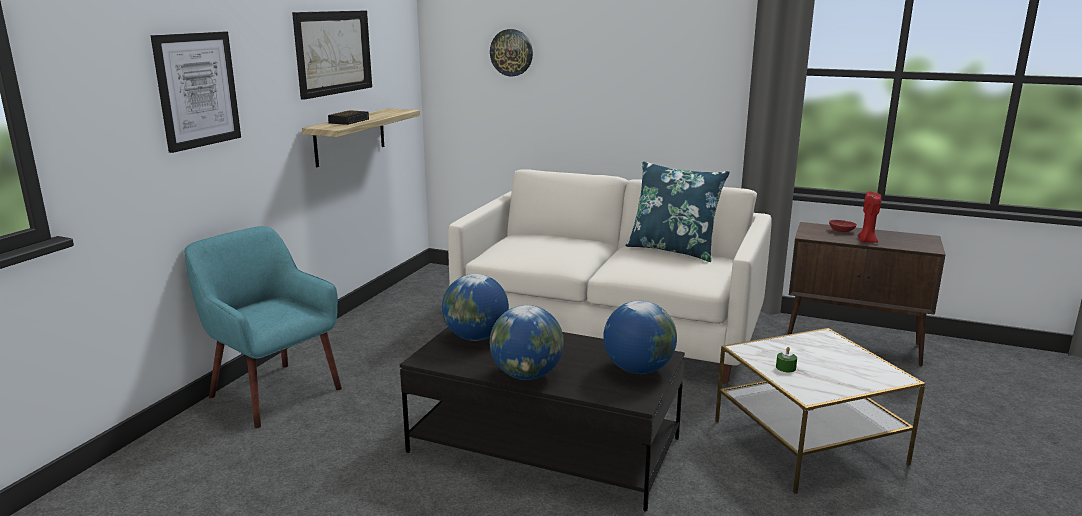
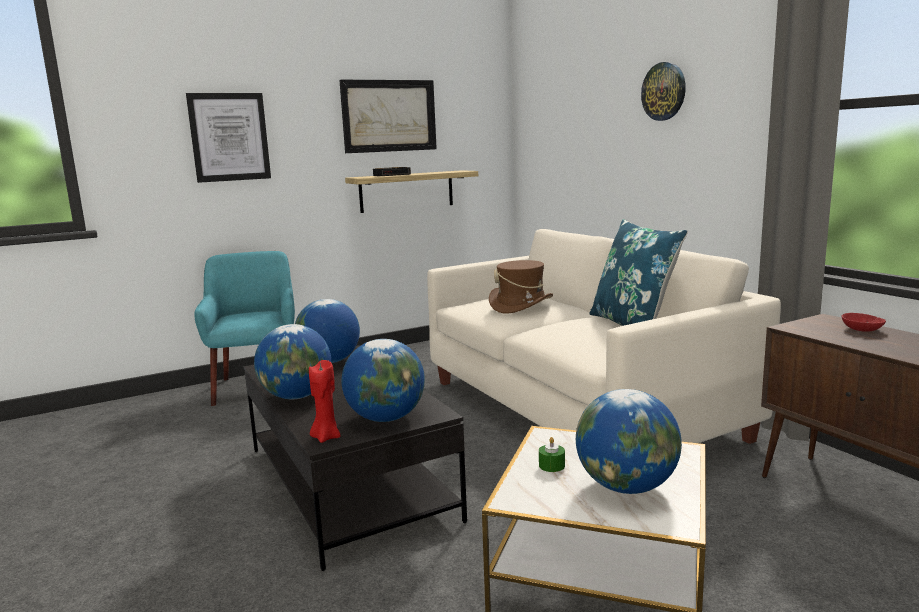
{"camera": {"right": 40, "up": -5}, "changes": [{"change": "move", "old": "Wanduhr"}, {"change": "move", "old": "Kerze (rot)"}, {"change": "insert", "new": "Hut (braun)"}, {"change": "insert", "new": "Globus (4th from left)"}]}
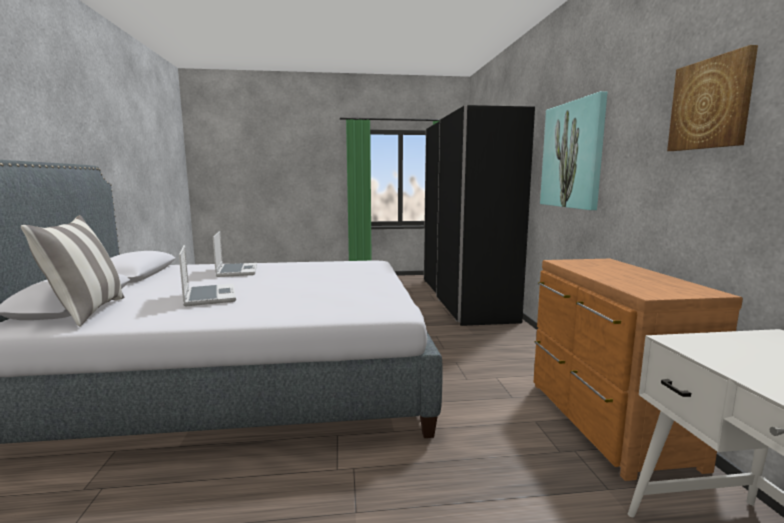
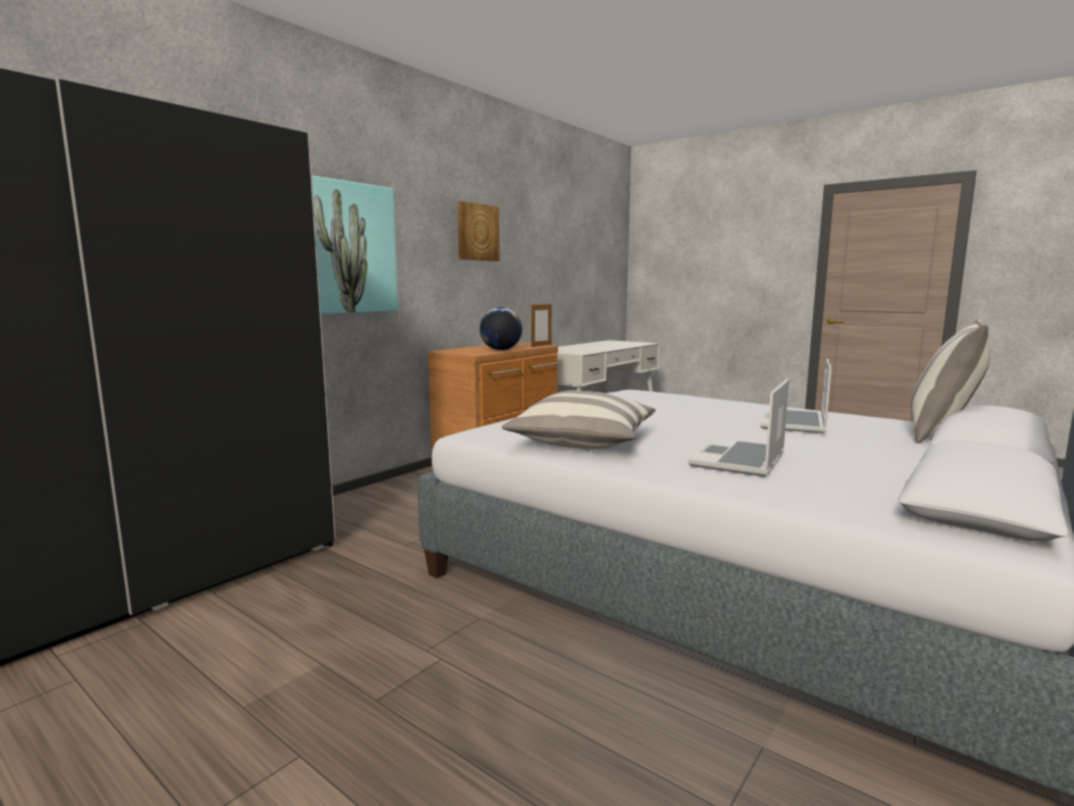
{"camera": {"right": -135, "up": 0}, "changes": [{"change": "insert", "new": "Globus"}, {"change": "insert", "new": "Kissen (1st from left)"}, {"change": "insert", "new": "Bilderrahmen"}]}
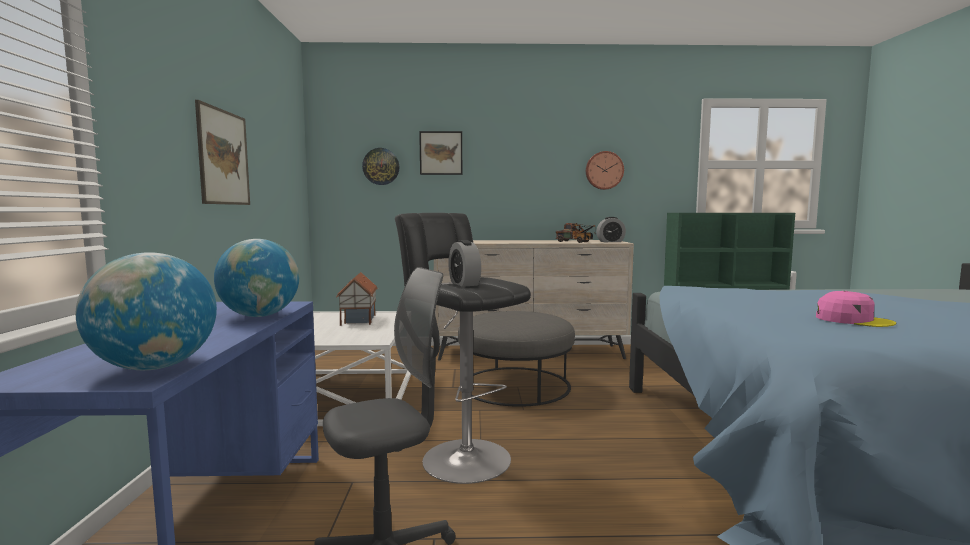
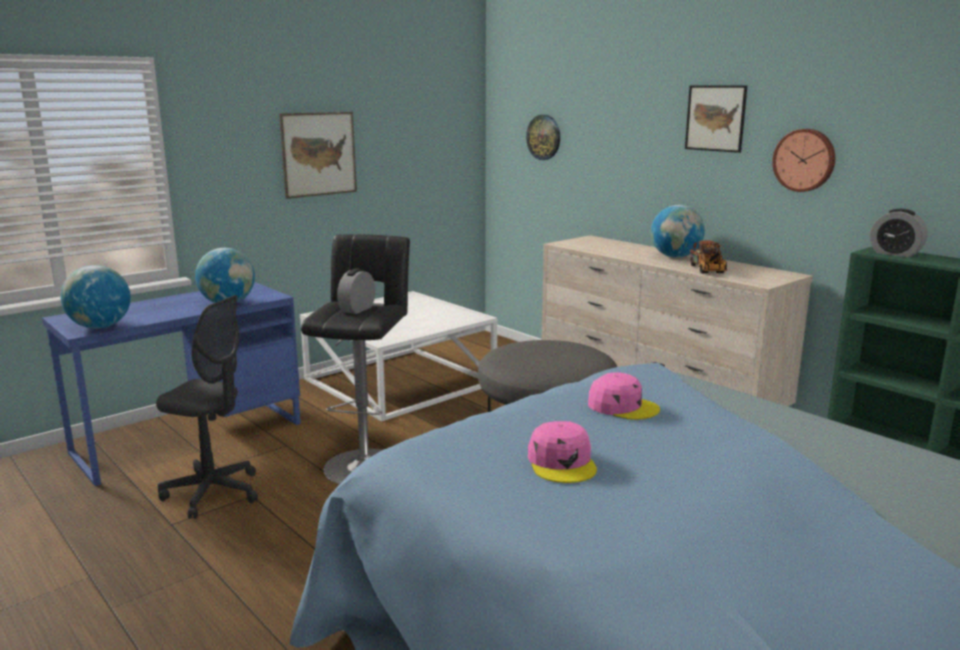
{"camera": {"right": 50, "up": 10}, "changes": [{"change": "delete", "old": "Spielzeughaus"}, {"change": "move", "old": "Bild (2nd from left)"}, {"change": "move", "old": "Wecker (2nd from left)"}, {"change": "insert", "new": "Kappe (rosa) (2nd from left)"}, {"change": "insert", "new": "Globus (3rd from left)"}]}
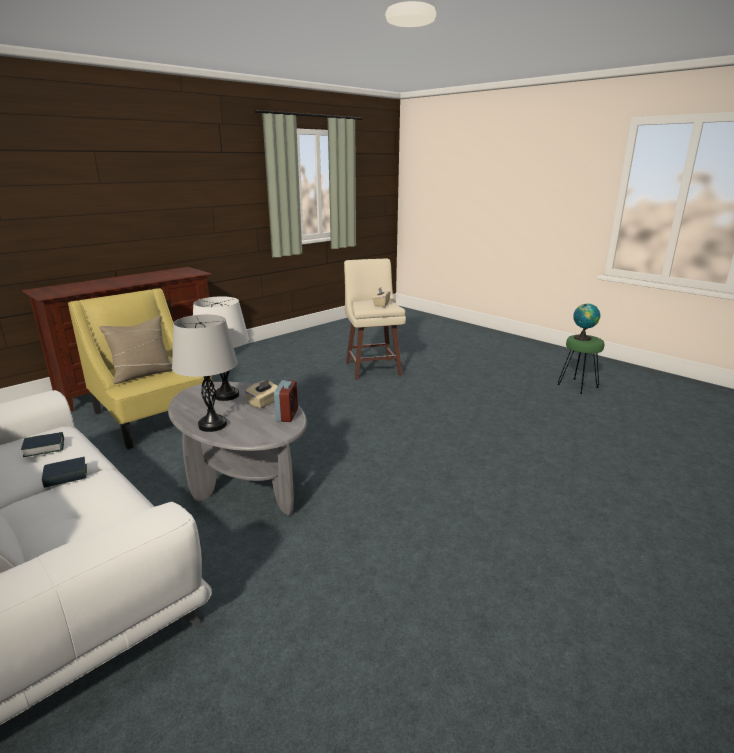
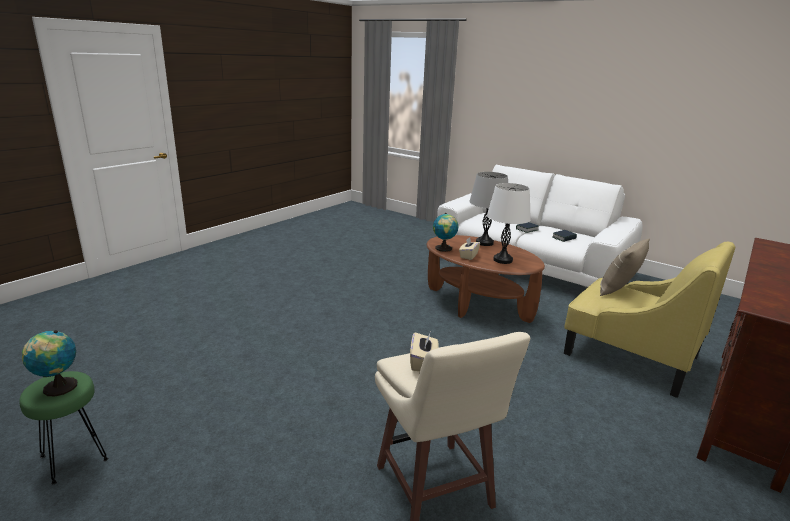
{"camera": {"right": 170, "up": 0}, "changes": [{"change": "recolor", "old": "Couchtisch (grau)", "new": "Couchtisch (braun)"}, {"change": "replace", "old": "Wecker", "new": "Globus (2nd from left)"}]}
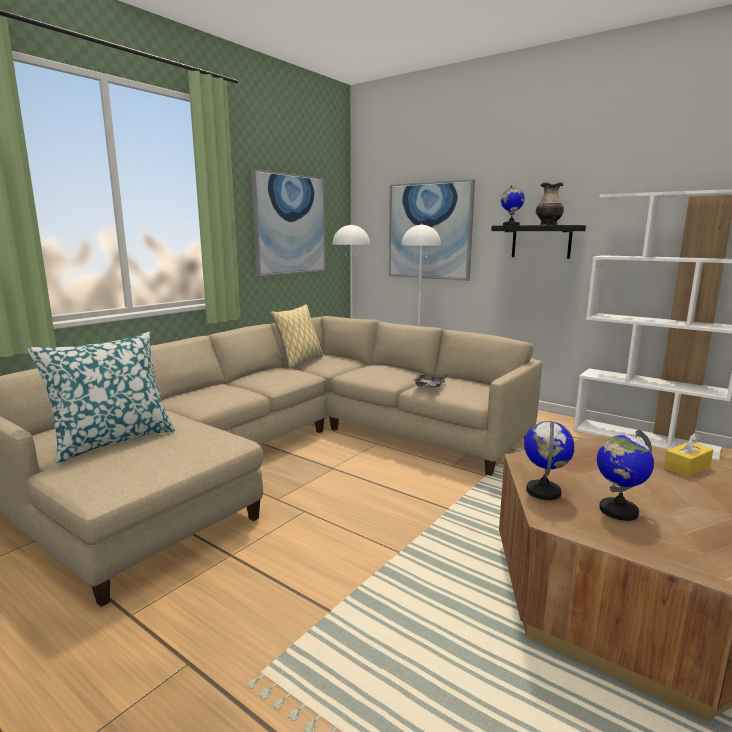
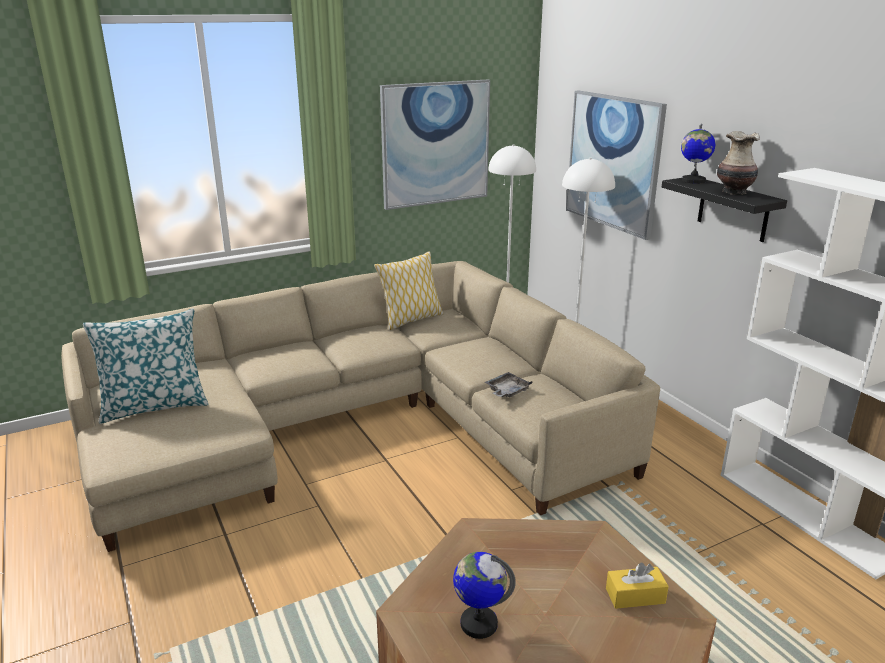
{"camera": {"right": 25, "up": 10}, "changes": [{"change": "delete", "old": "Globus (2nd from left)"}]}
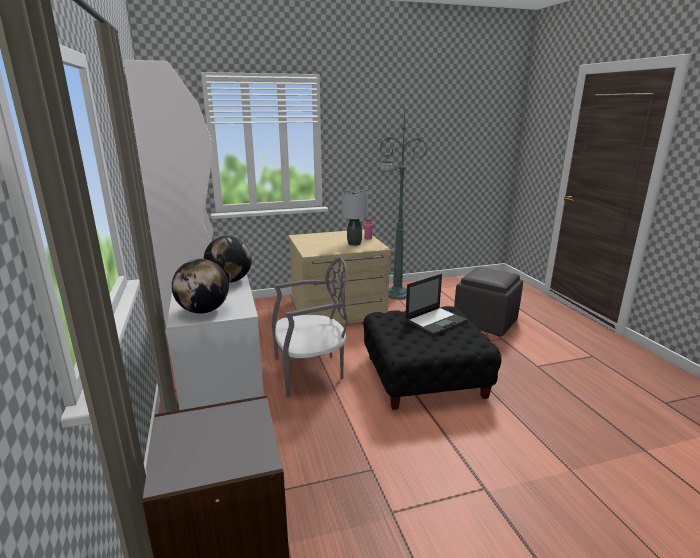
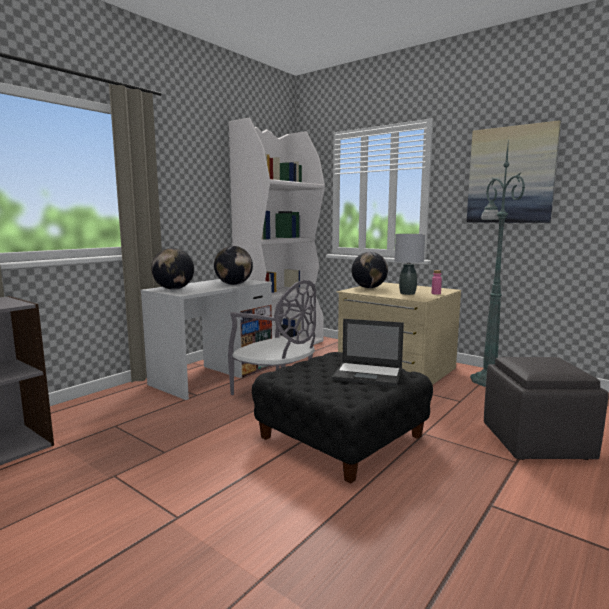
{"camera": {"right": 55, "up": -10}, "changes": [{"change": "insert", "new": "Globus (3rd from left)"}, {"change": "insert", "new": "Bild"}]}
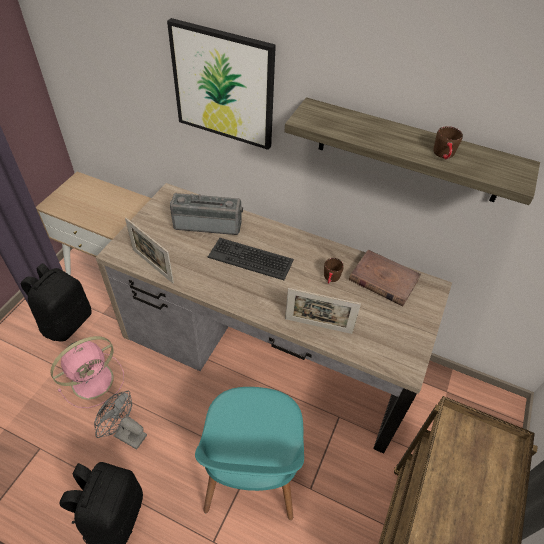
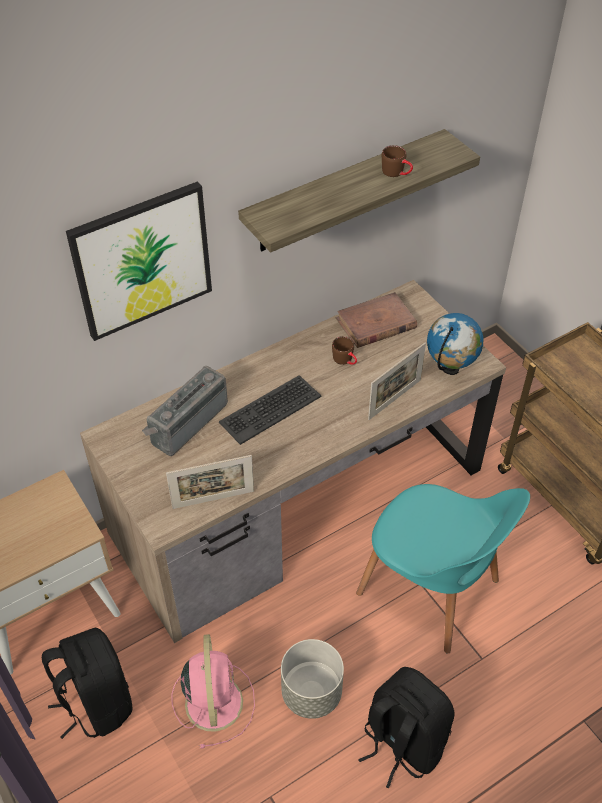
{"camera": {"right": -55, "up": 0}, "changes": [{"change": "replace", "old": "Ventilator (grau)", "new": "Pflanzkübel (grau)"}, {"change": "insert", "new": "Globus"}]}
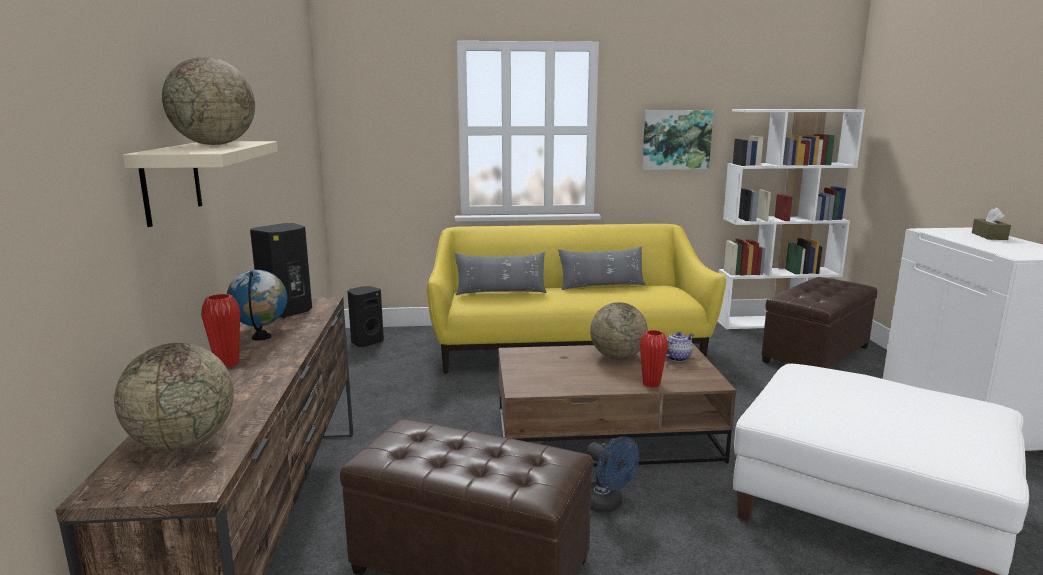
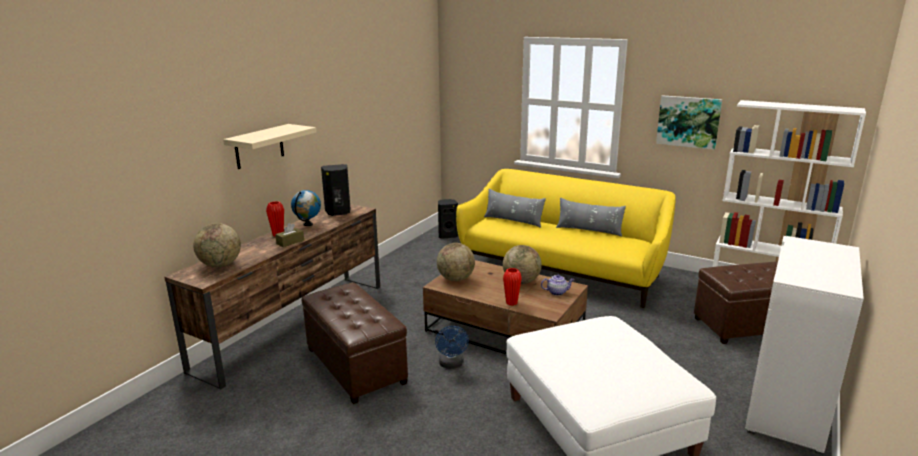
{"camera": {"right": 35, "up": 5}, "changes": [{"change": "move", "old": "Globus (2nd from left in the first image)", "new": "Globus (3rd from left)"}, {"change": "move", "old": "Taschentuchbox (braun)"}]}
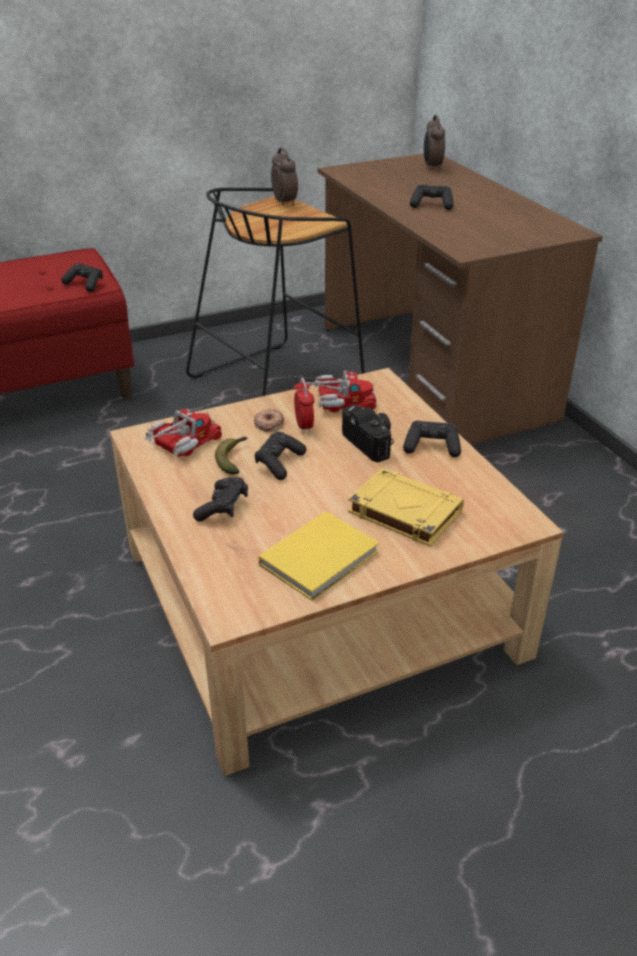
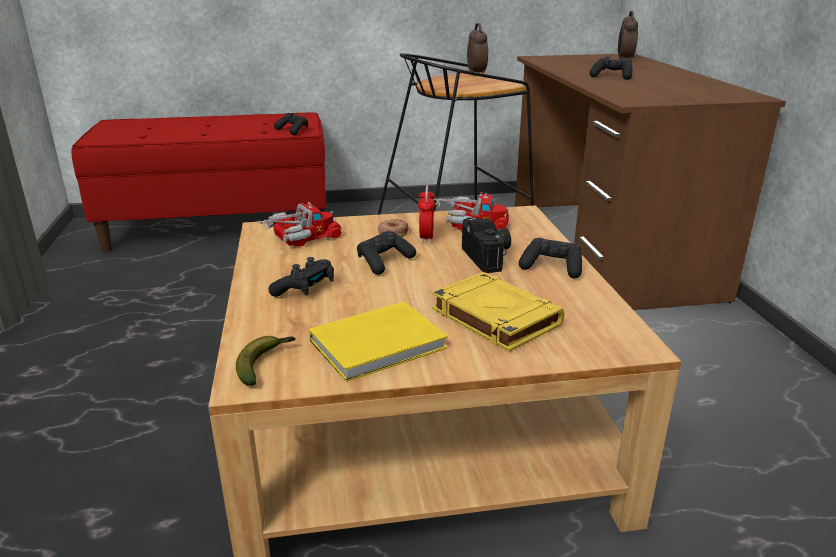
{"camera": {"right": 15, "up": -10}, "changes": [{"change": "move", "old": "Banane"}]}
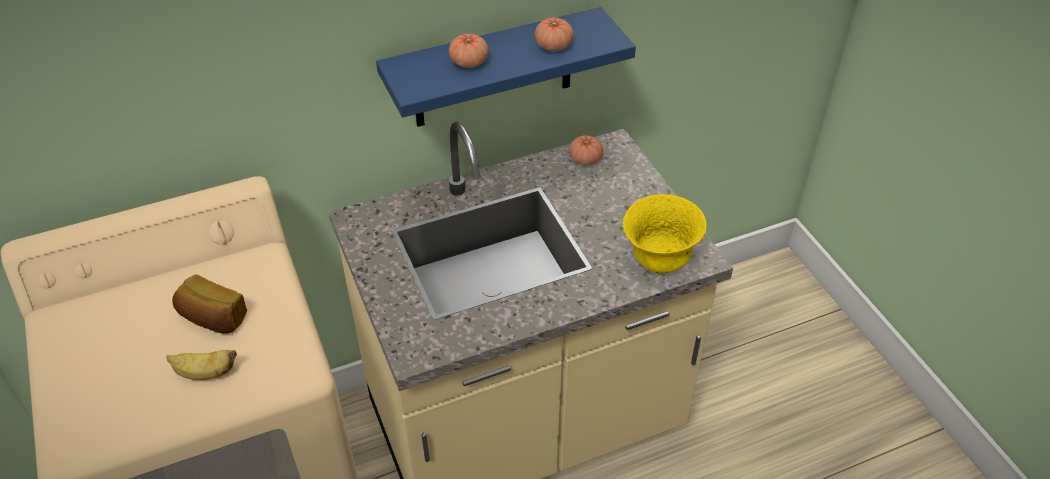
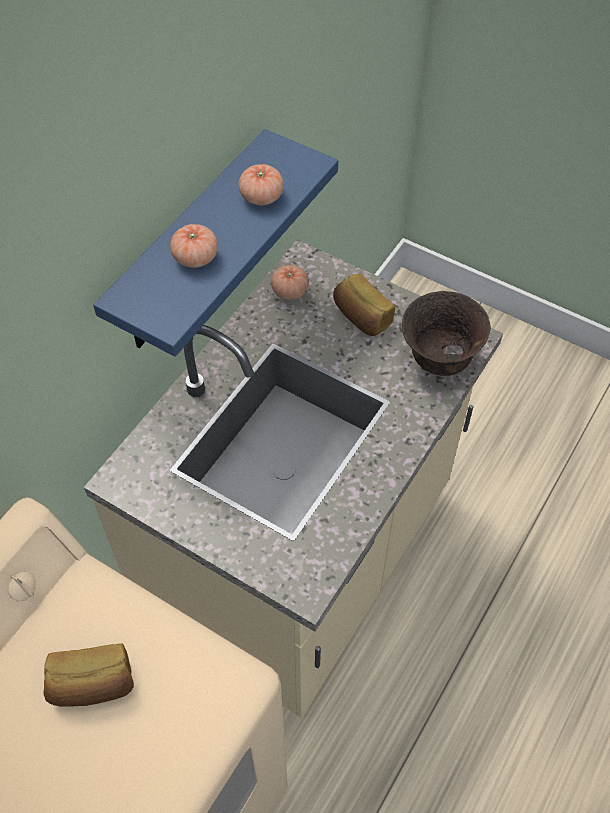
{"camera": {"right": -35, "up": 10}, "changes": [{"change": "delete", "old": "Banane"}, {"change": "recolor", "old": "Schüssel (gelb)", "new": "Schüssel (braun)"}, {"change": "insert", "new": "Brot (2nd from left)"}]}
